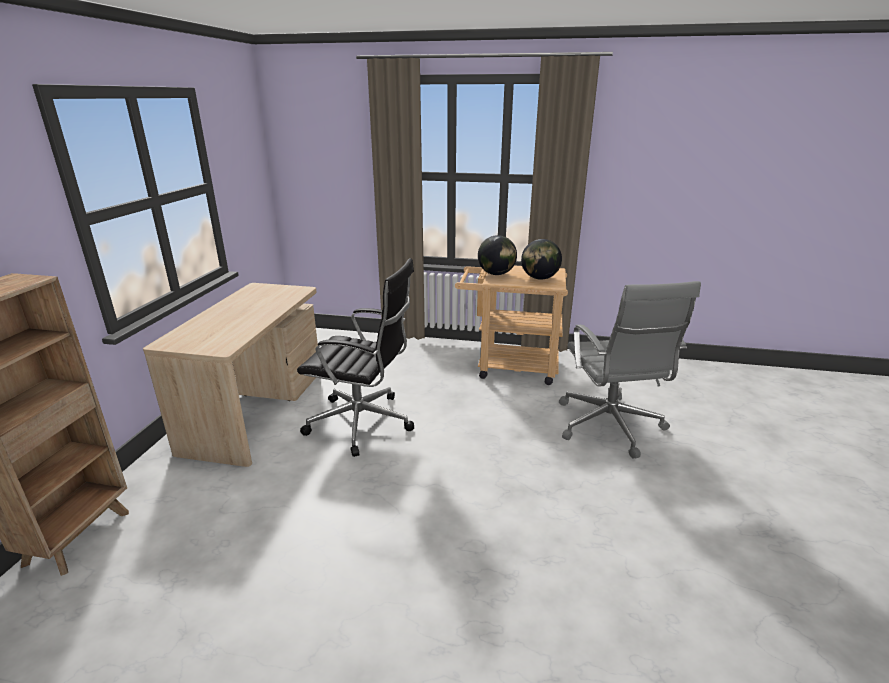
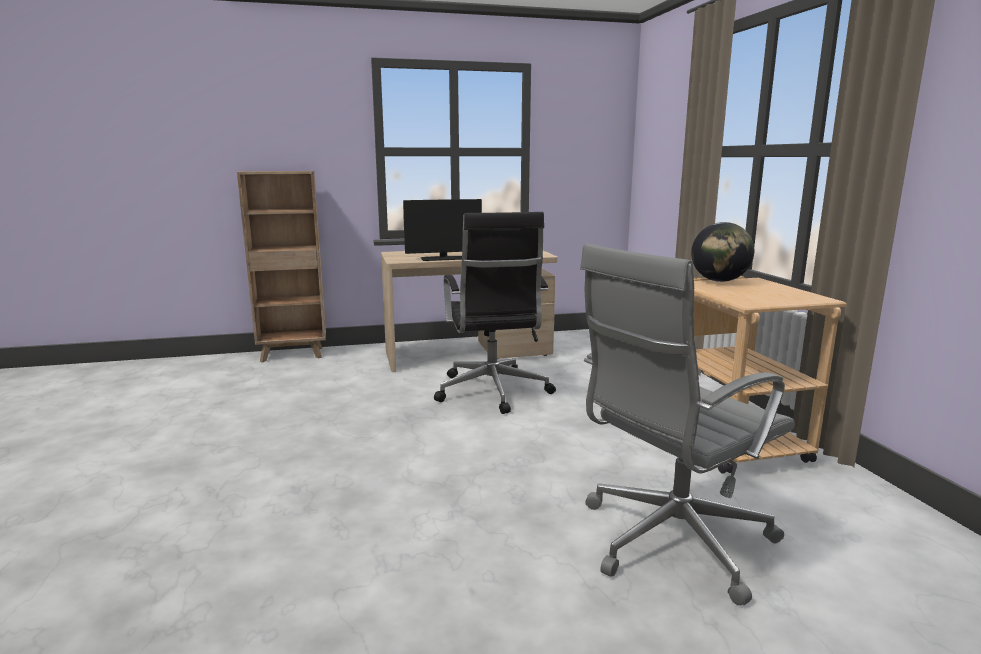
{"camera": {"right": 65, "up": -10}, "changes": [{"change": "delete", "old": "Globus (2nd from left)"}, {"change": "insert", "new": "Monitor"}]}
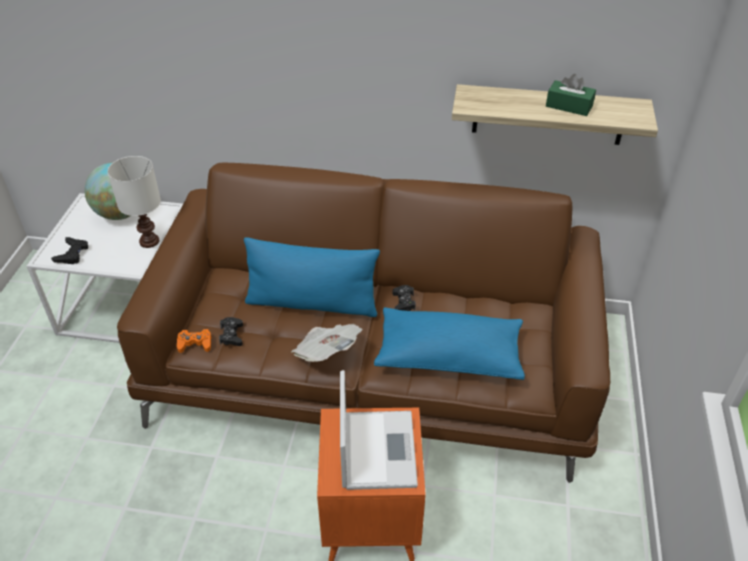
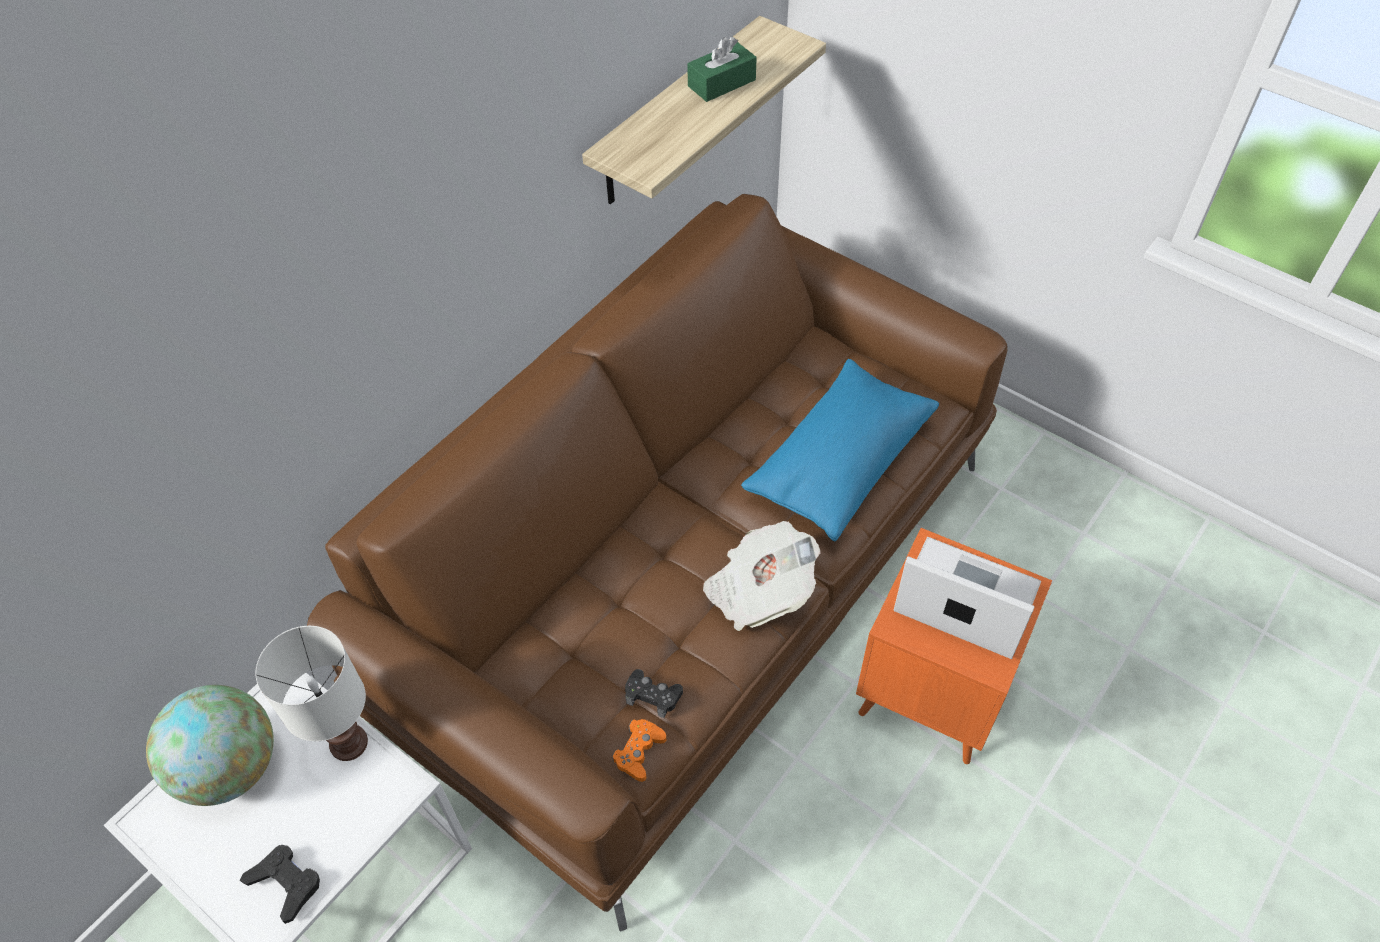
{"camera": {"right": -60, "up": 10}, "changes": [{"change": "delete", "old": "Kissen (blau) (1st from left)"}, {"change": "delete", "old": "Gamepad (schwarz) (3rd from left)"}]}
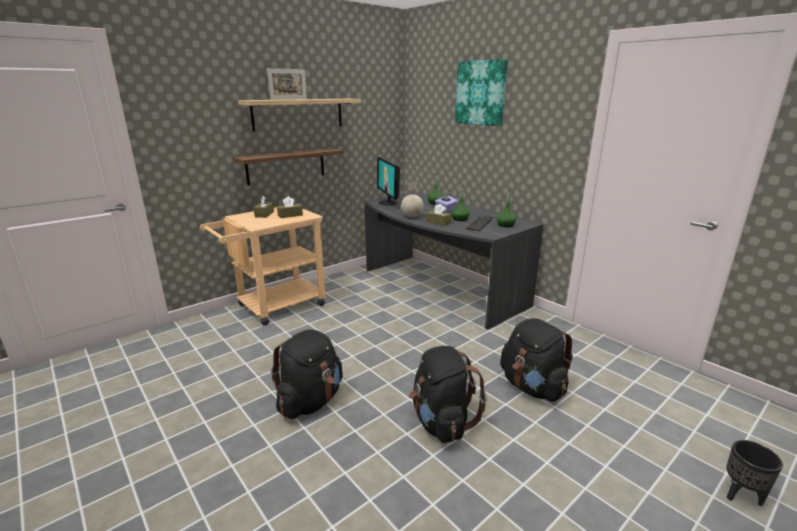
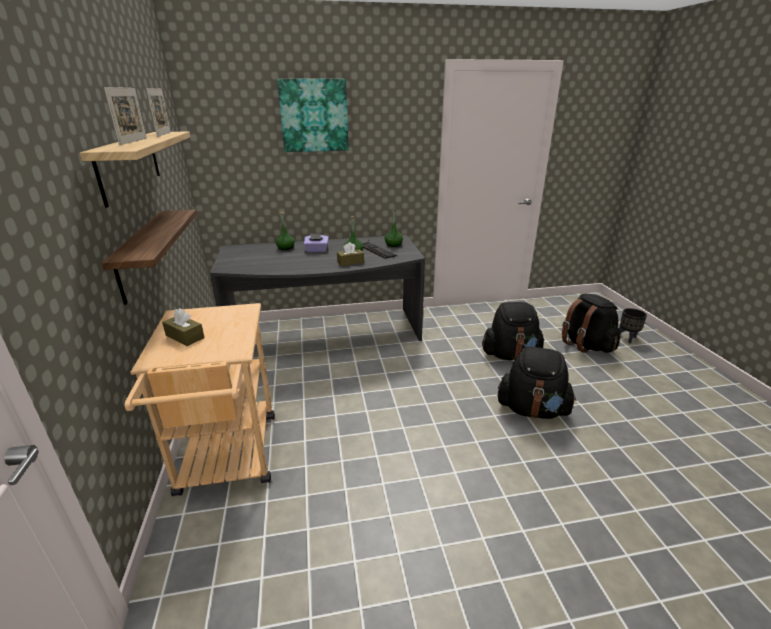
{"camera": {"right": -60, "up": 5}, "changes": [{"change": "move", "old": "Rucksack (schwarz) (1st from left in the first image)", "new": "Rucksack (schwarz) (3rd from left)"}, {"change": "delete", "old": "Taschentuchbox (braun) (2nd from left)"}, {"change": "delete", "old": "Monitor"}, {"change": "delete", "old": "Globus"}, {"change": "insert", "new": "Bilderrahmen (2nd from left)"}]}
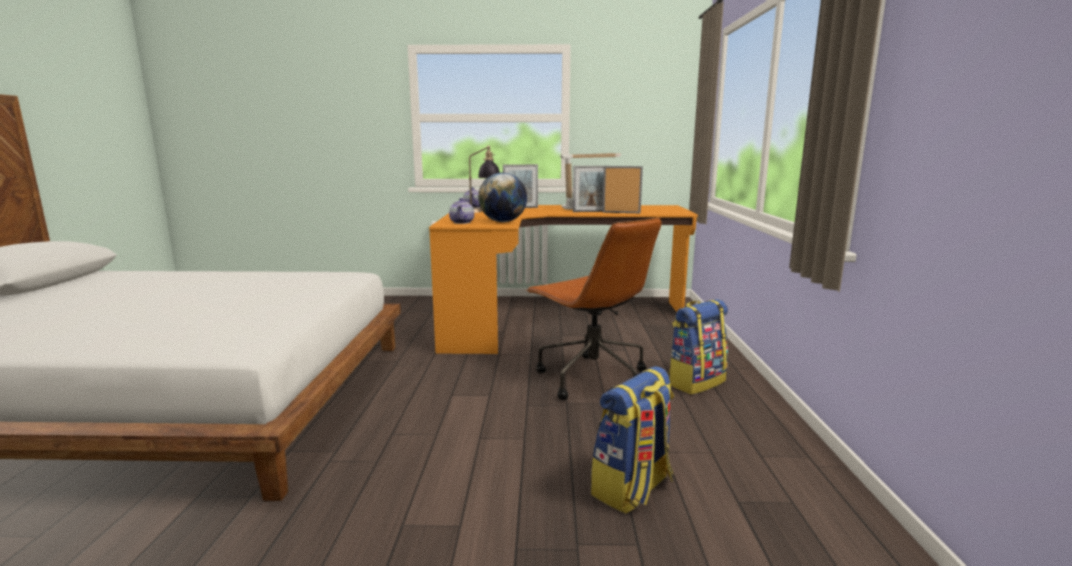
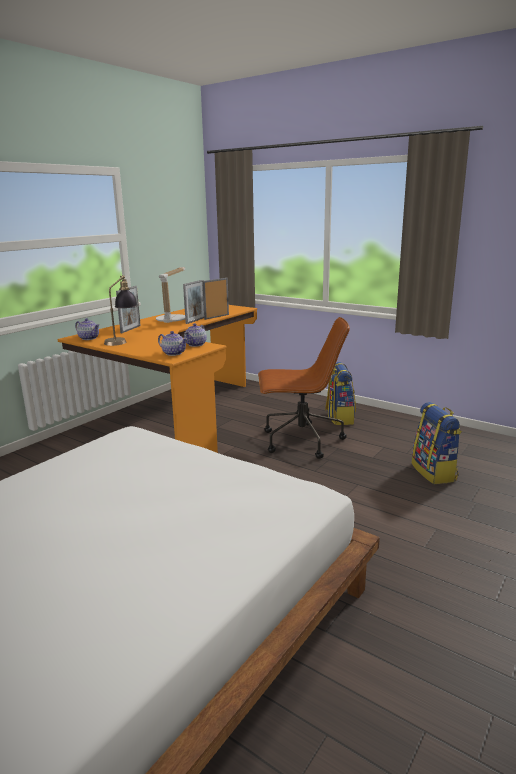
{"camera": {"right": -55, "up": 5}, "changes": [{"change": "replace", "old": "Globus", "new": "Teekanne (3rd from left)"}]}
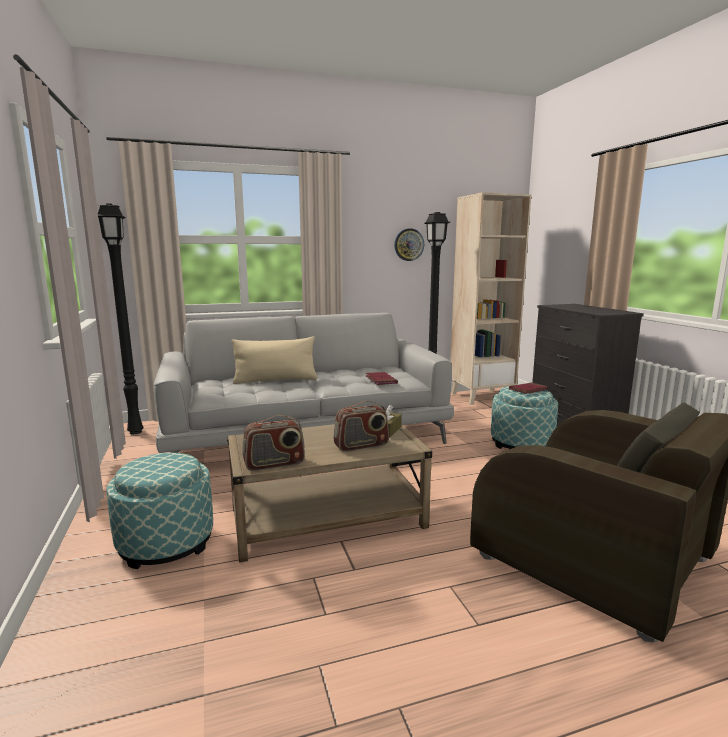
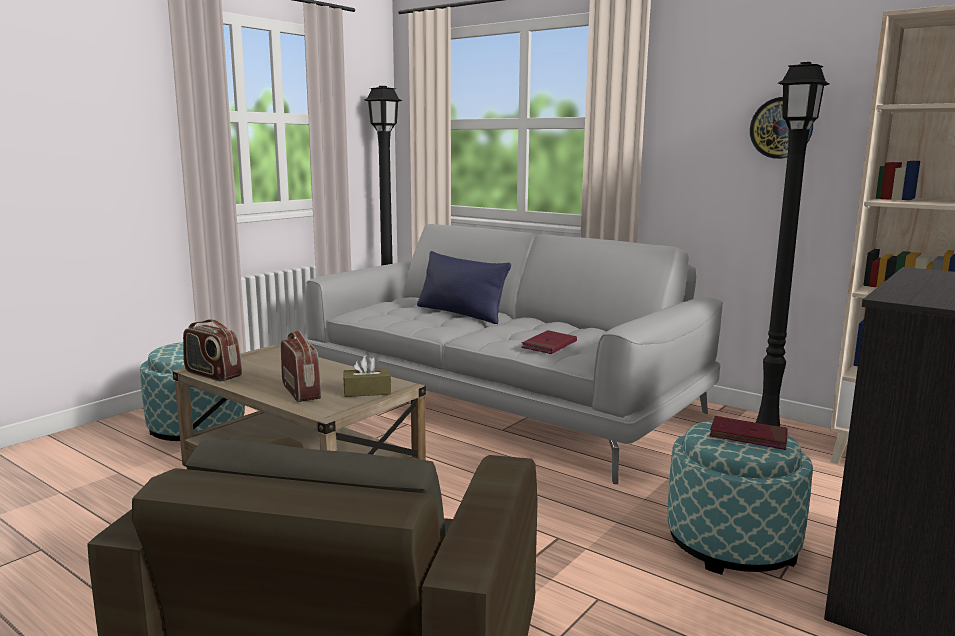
{"camera": {"right": 55, "up": 0}, "changes": [{"change": "recolor", "old": "Kissen (beige)", "new": "Kissen (blau)"}, {"change": "rotate", "old": "Radio (2nd from left)", "degrees": -150}]}
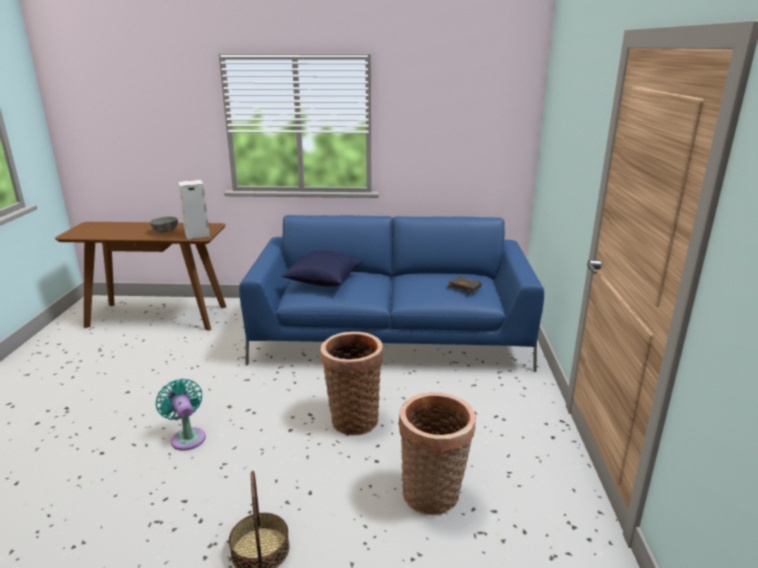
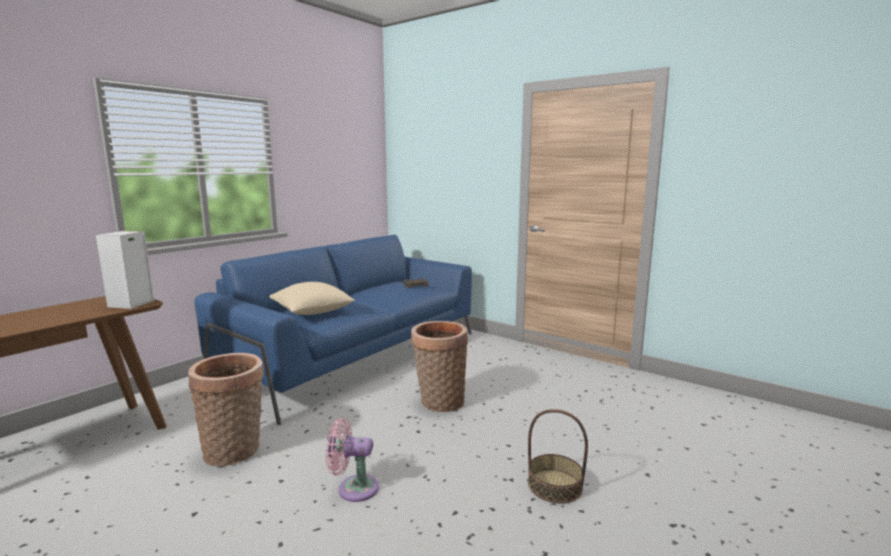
{"camera": {"right": -55, "up": -10}, "changes": [{"change": "delete", "old": "Schüssel (grau)"}, {"change": "recolor", "old": "Ventilator (türkis)", "new": "Ventilator (rosa)"}, {"change": "recolor", "old": "Kissen (blau)", "new": "Kissen (beige)"}, {"change": "move", "old": "Korb (3rd from left in the first image)", "new": "Korb (1st from left)"}]}
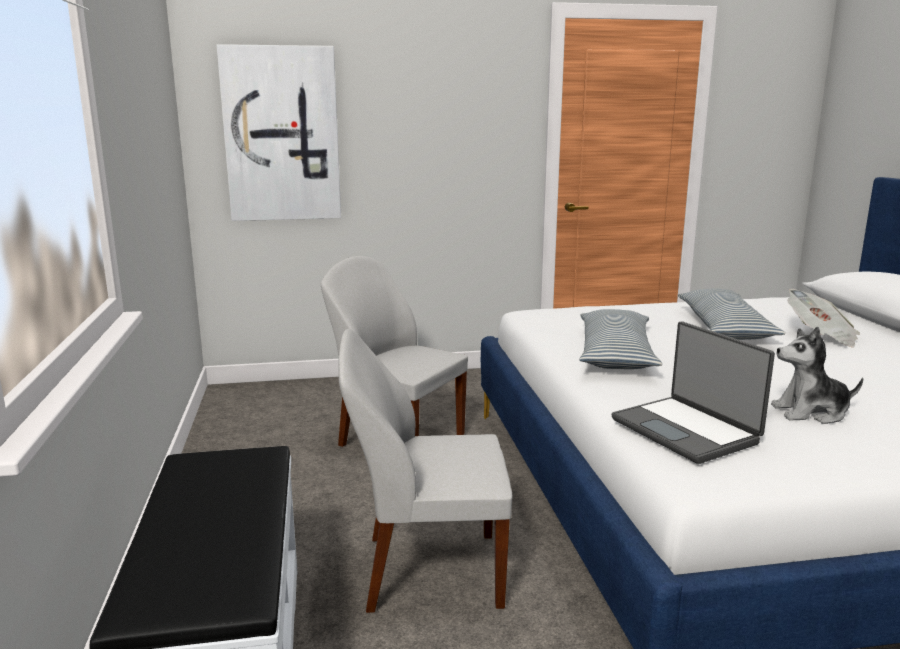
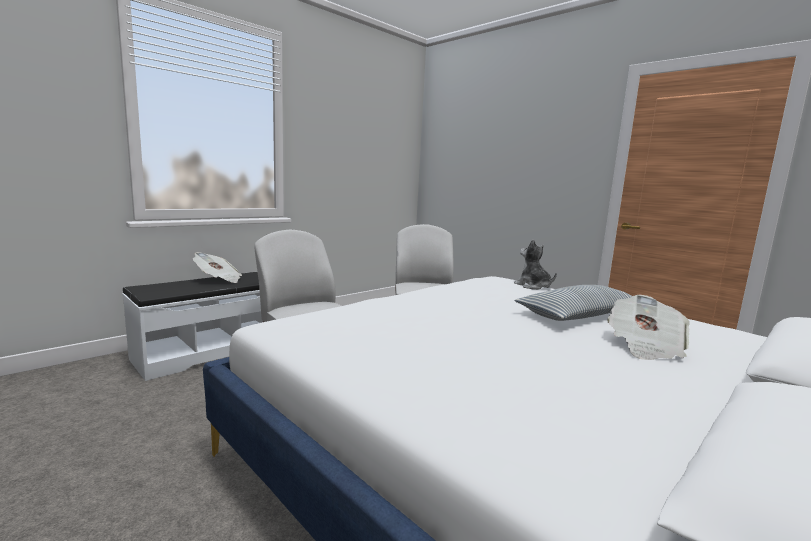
{"camera": {"right": 55, "up": -5}, "changes": [{"change": "delete", "old": "Bild"}, {"change": "delete", "old": "Kissen (1st from left)"}, {"change": "delete", "old": "Laptop"}, {"change": "move", "old": "Plüschtier"}, {"change": "insert", "new": "Zeitung (1st from left)"}]}
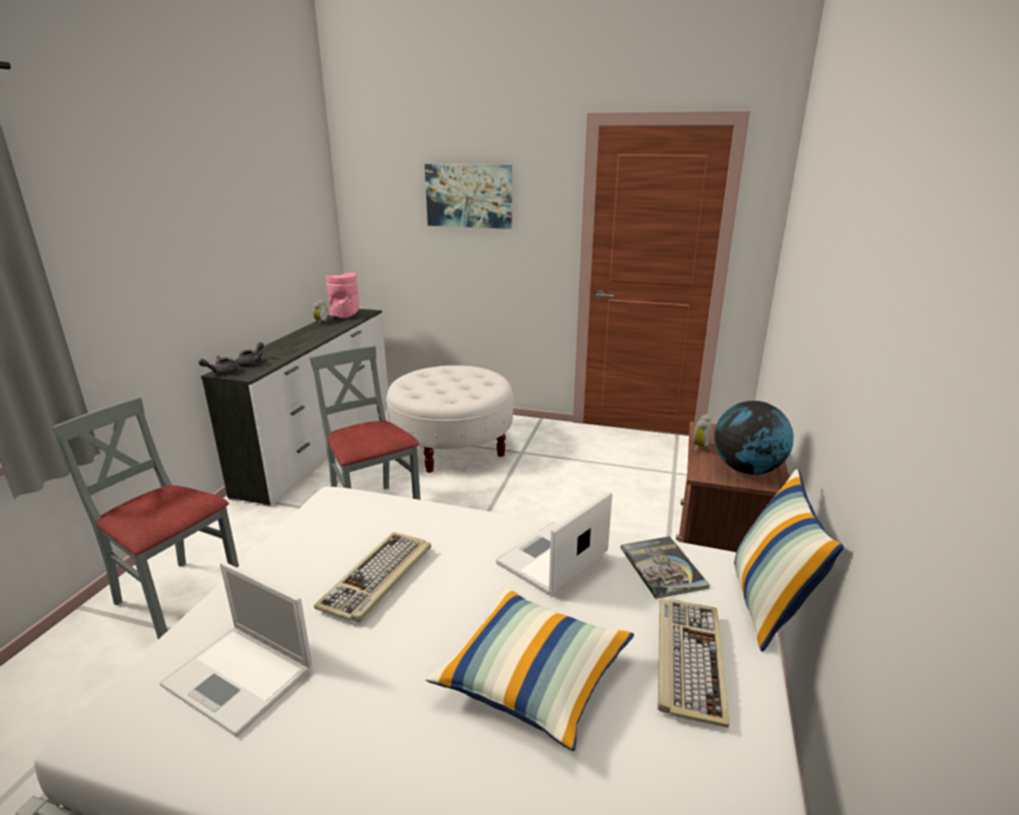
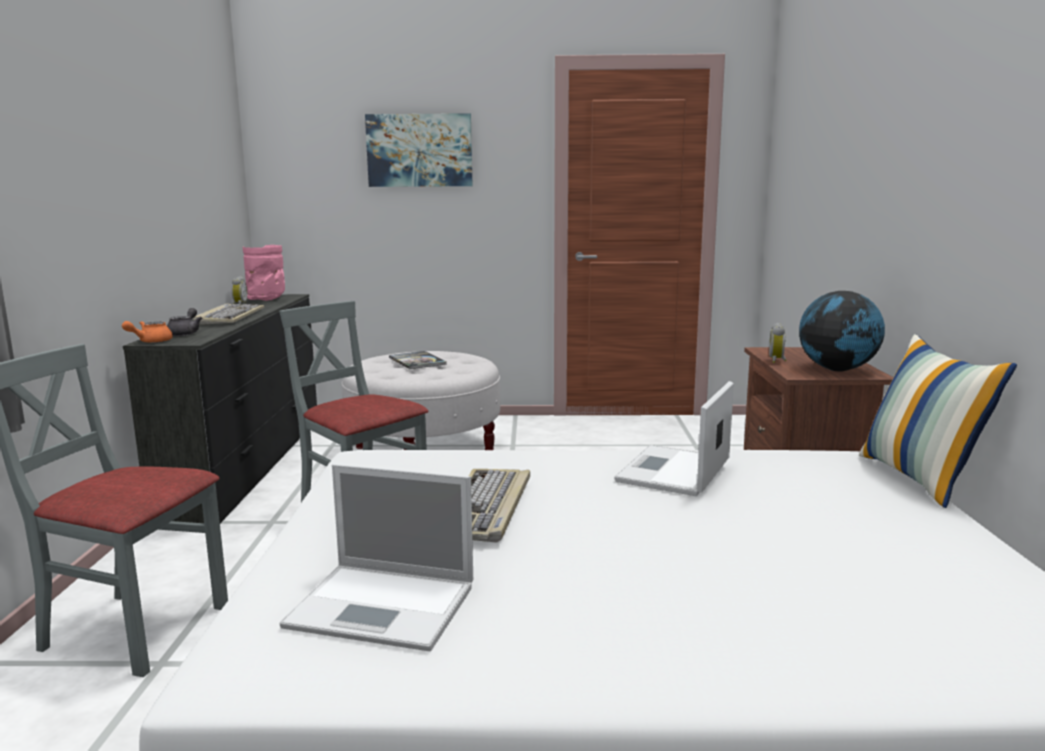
{"camera": {"right": -15, "up": -10}, "changes": [{"change": "recolor", "old": "Teekanne (grau) (1st from left)", "new": "Teekanne (orange)"}, {"change": "recolor", "old": "Kommode (weiß)", "new": "Kommode (schwarz)"}, {"change": "delete", "old": "Kissen (1st from left)"}, {"change": "move", "old": "Buch"}, {"change": "move", "old": "Tastatur (2nd from left in the first image)", "new": "Tastatur (1st from left)"}]}
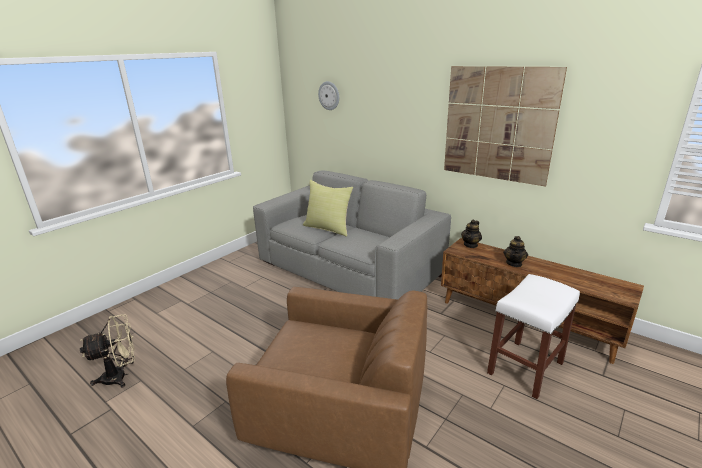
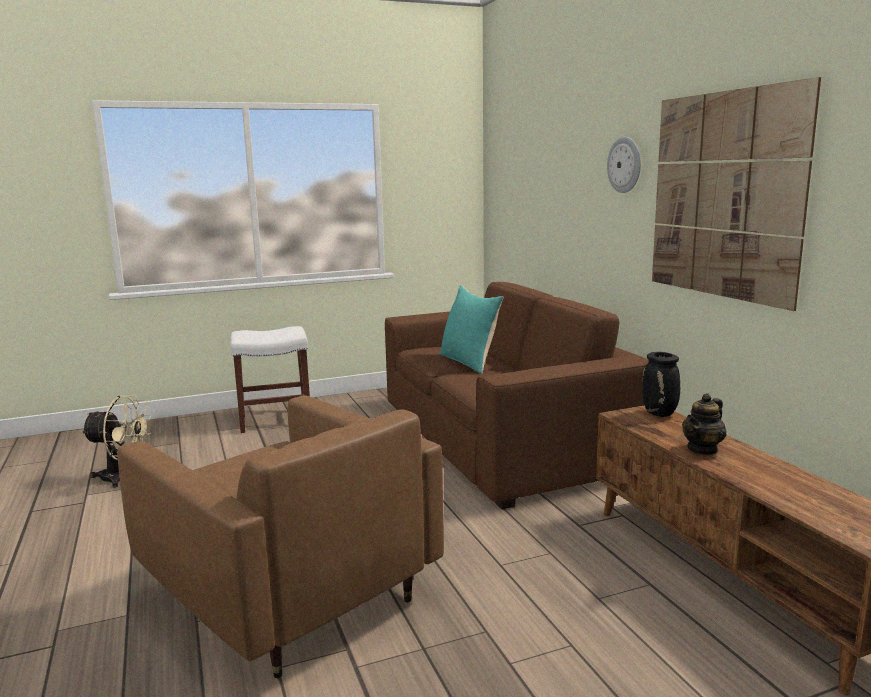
{"camera": {"right": 30, "up": -10}, "changes": [{"change": "recolor", "old": "Sofa (grau)", "new": "Sofa (braun)"}, {"change": "recolor", "old": "Kissen (gelb)", "new": "Kissen (türkis)"}, {"change": "move", "old": "Wanduhr"}, {"change": "replace", "old": "Teekanne (1st from left)", "new": "Vase (schwarz)"}, {"change": "move", "old": "Hocker (weiß)"}]}
